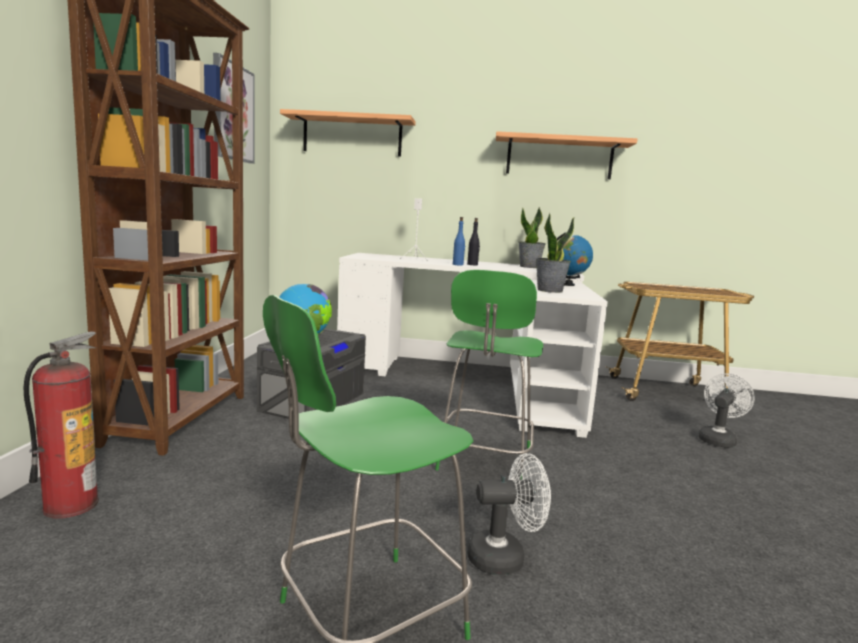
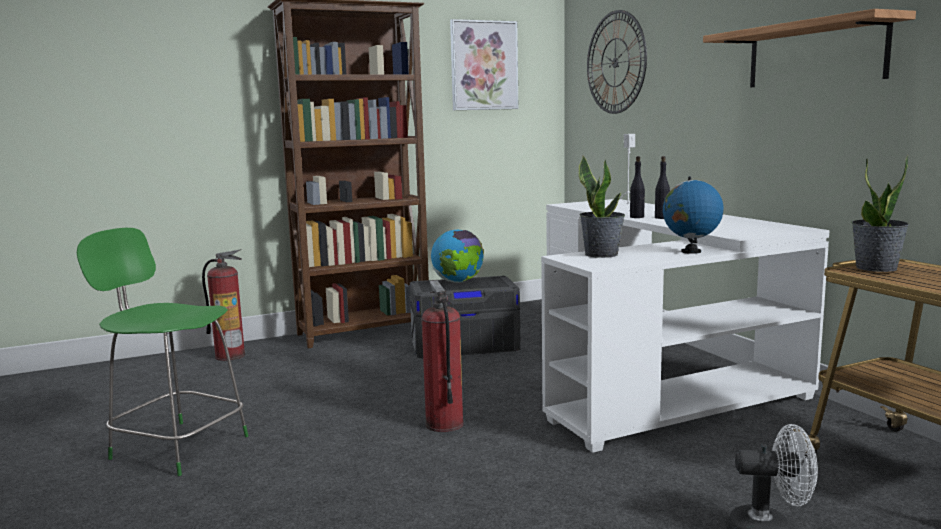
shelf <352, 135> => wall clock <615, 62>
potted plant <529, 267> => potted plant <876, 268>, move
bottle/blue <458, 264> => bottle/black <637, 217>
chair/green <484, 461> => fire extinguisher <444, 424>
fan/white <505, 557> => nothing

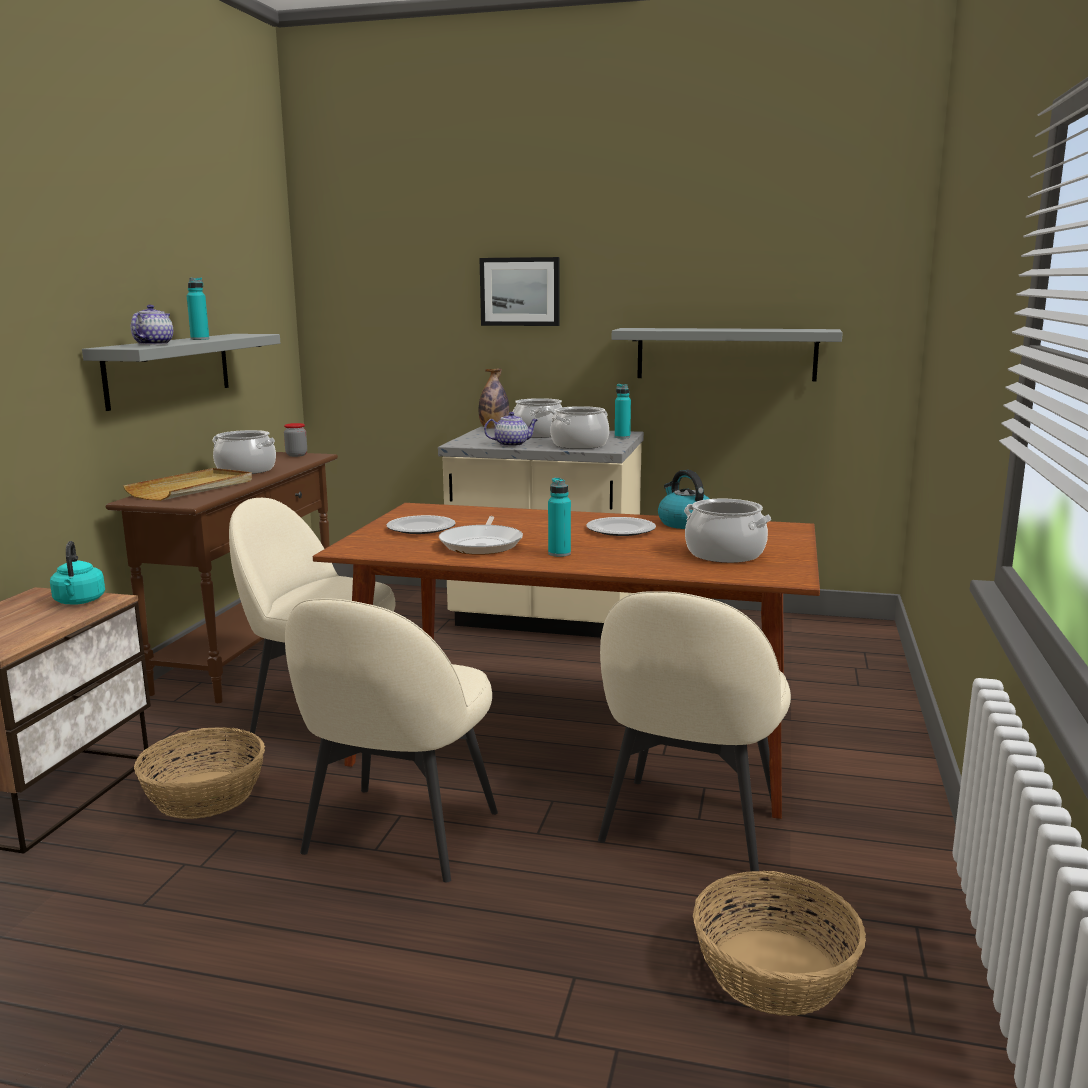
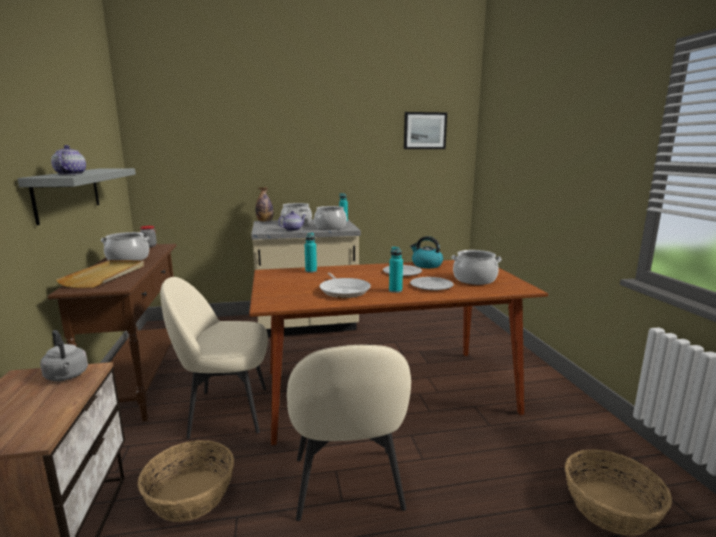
picture <520, 291> => picture <424, 131>, move
bottle/turquoise <200, 339> => bottle/turquoise <311, 271>, move
shelf/grey <726, 354> => nothing
plate <421, 528> => plate <432, 285>, move
kettle/turquoise <79, 602> => kettle/grey <67, 376>
chair/beige <689, 827> => nothing

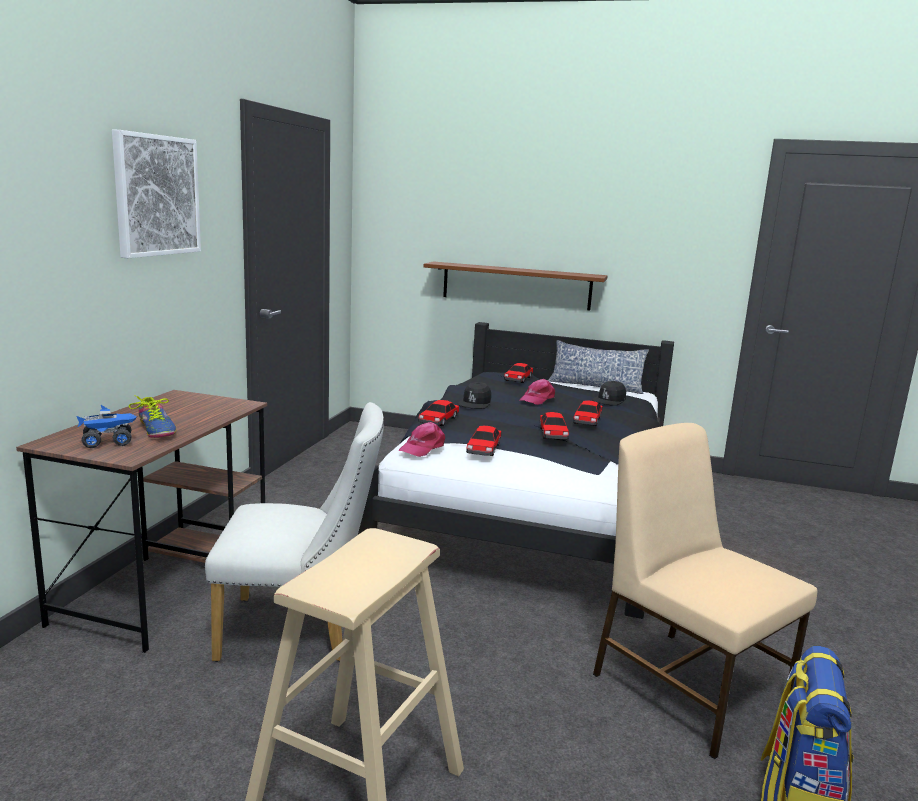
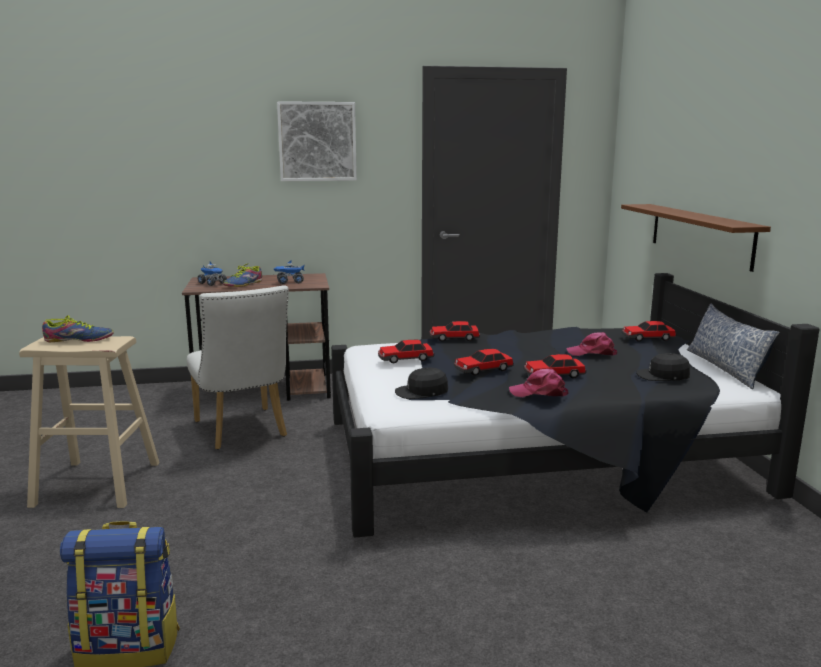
cap/black <475, 403> => cap/black <422, 392>, move
cap/pink <423, 448> => cap/pink <539, 393>, move
chair/beige <687, 686> => nothing
nothing => toy truck <289, 282>
nothing => shoe <79, 339>

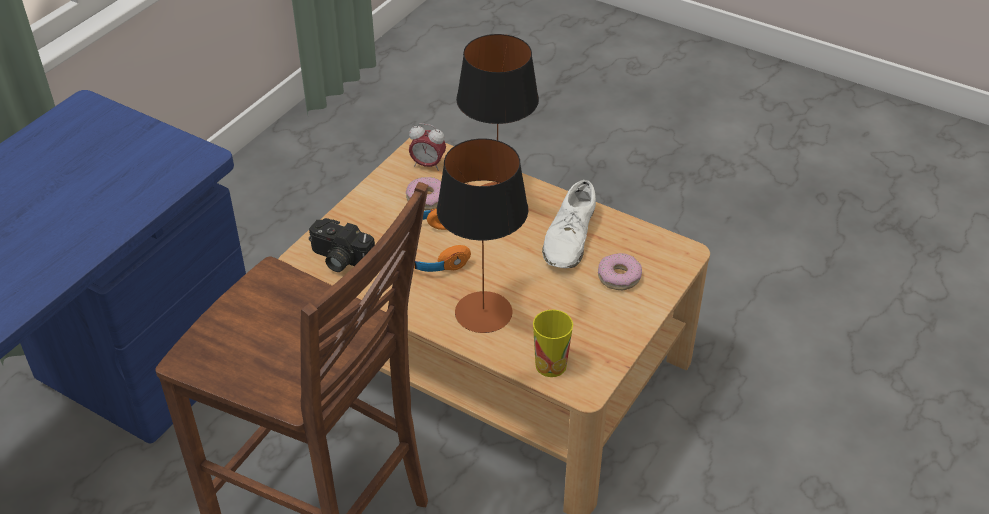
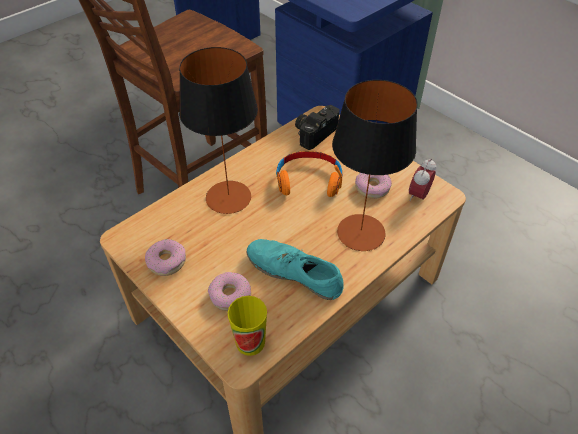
shoe/white <570, 237> => shoe/turquoise <294, 272>
cup <551, 365> => cup <250, 342>, move
nothing => donut <167, 261>

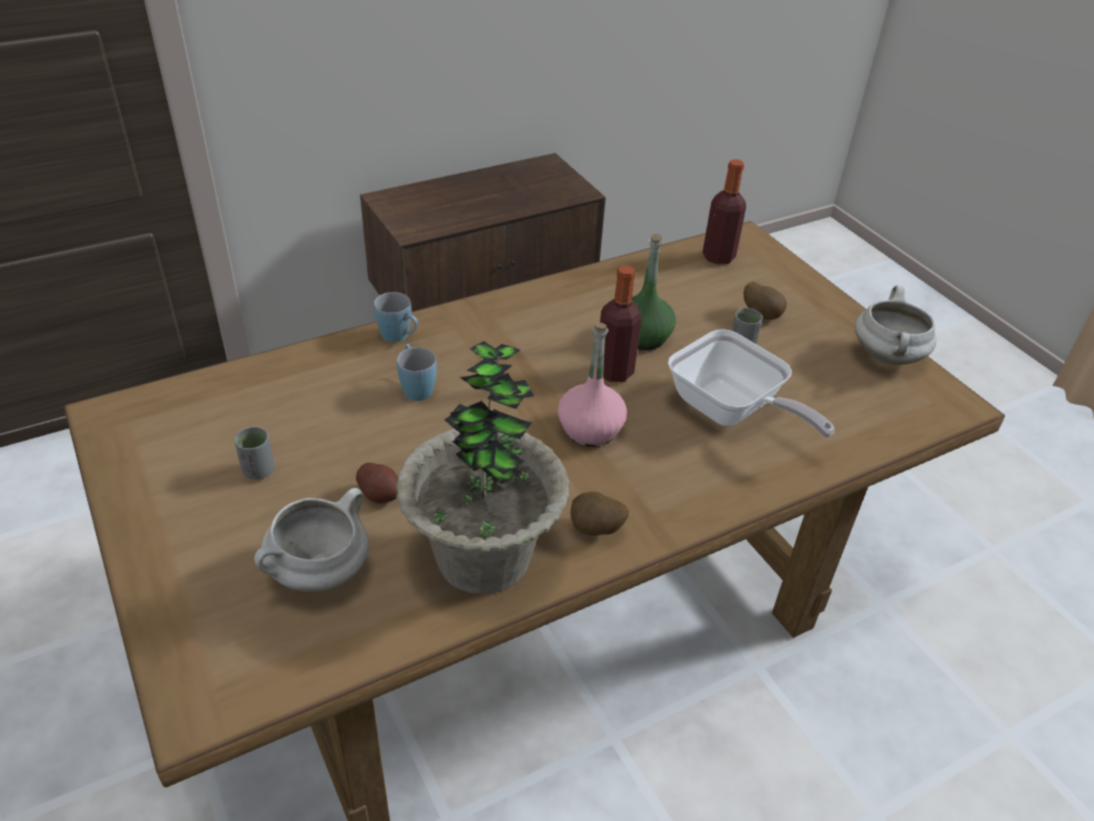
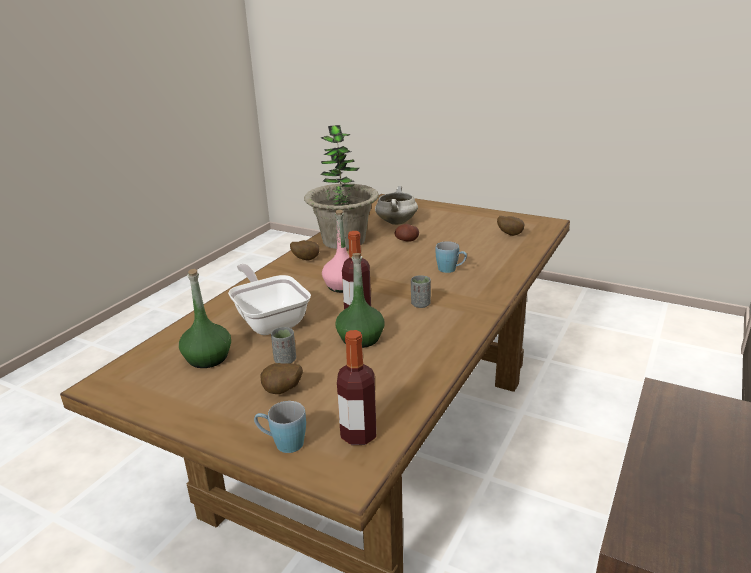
cooking pot/white <888, 357> => nothing
mug/blue <400, 337> => mug/blue <282, 443>, move
frying pan <731, 412> => frying pan <270, 320>, 45 degrees clockwise
cup/grey <258, 471> => cup/grey <420, 304>, move
nothing => potato <510, 234>
nothing => bottle/green <208, 358>

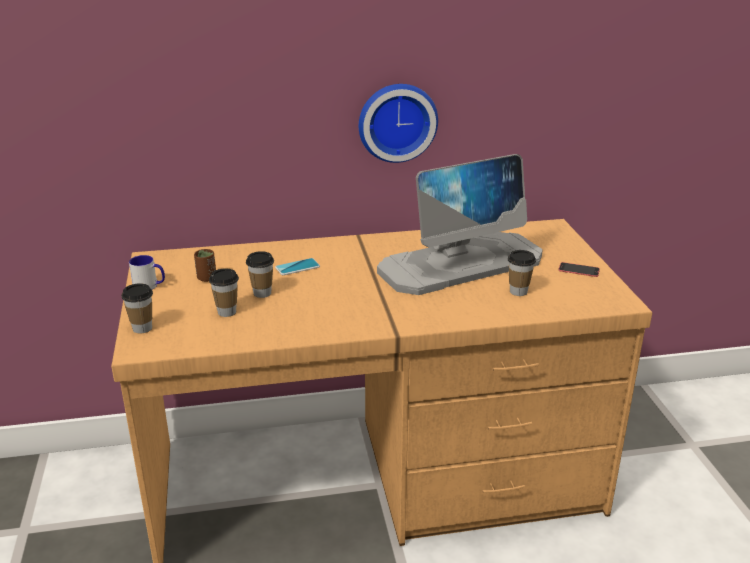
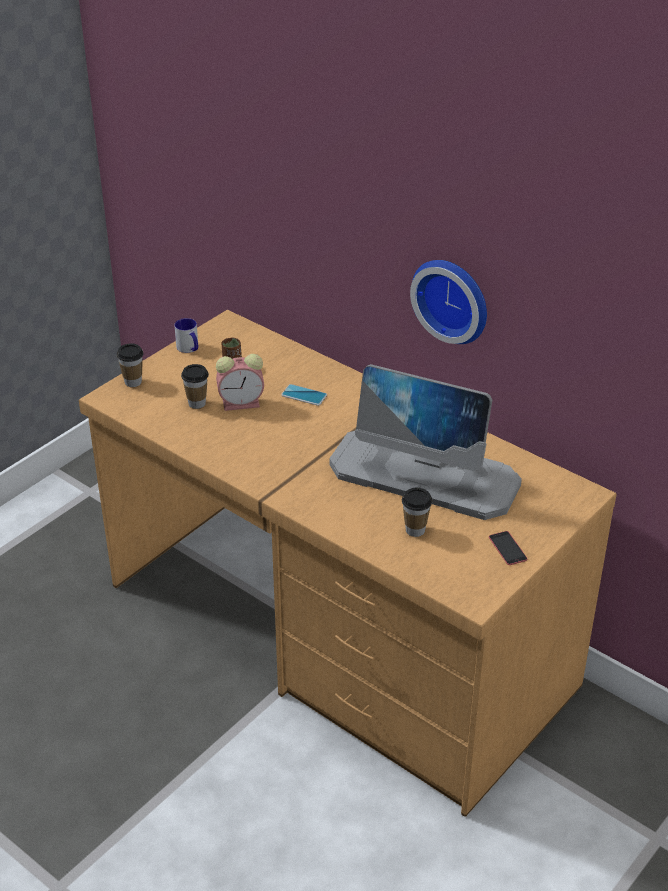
cup <262, 293> => alarm clock <242, 403>

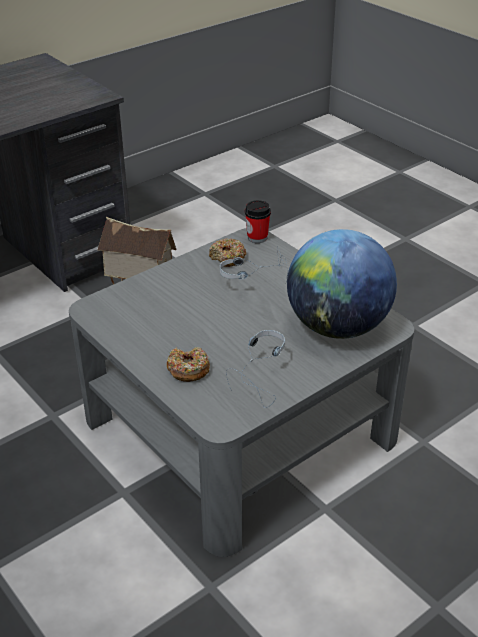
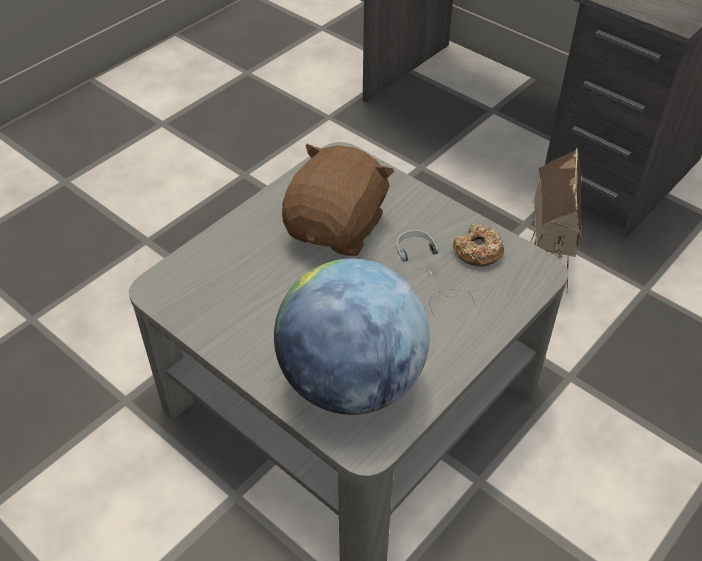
cup <257, 237> => nothing
headphones <268, 378> => nothing
donut <188, 370> => nothing
nothing => plush toy/brown <337, 228>

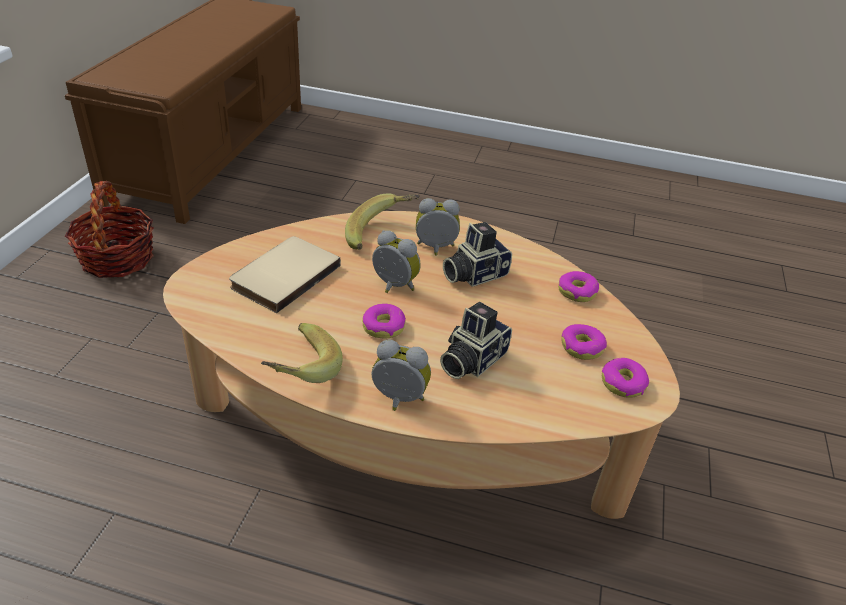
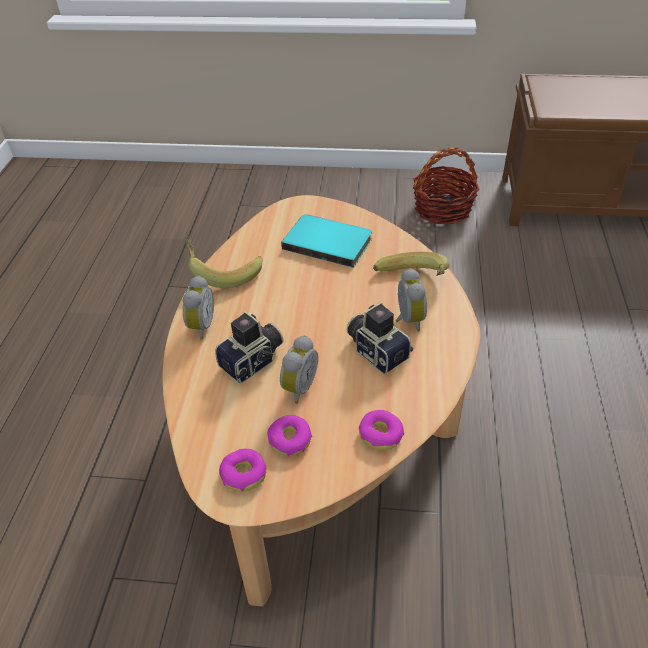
alarm clock <393, 287> => alarm clock <298, 387>, move
book/beige <283, 275> => book/turquoise <328, 242>
photo camera <471, 360> => photo camera <253, 362>, 105 degrees clockwise
donut <383, 326> => nothing

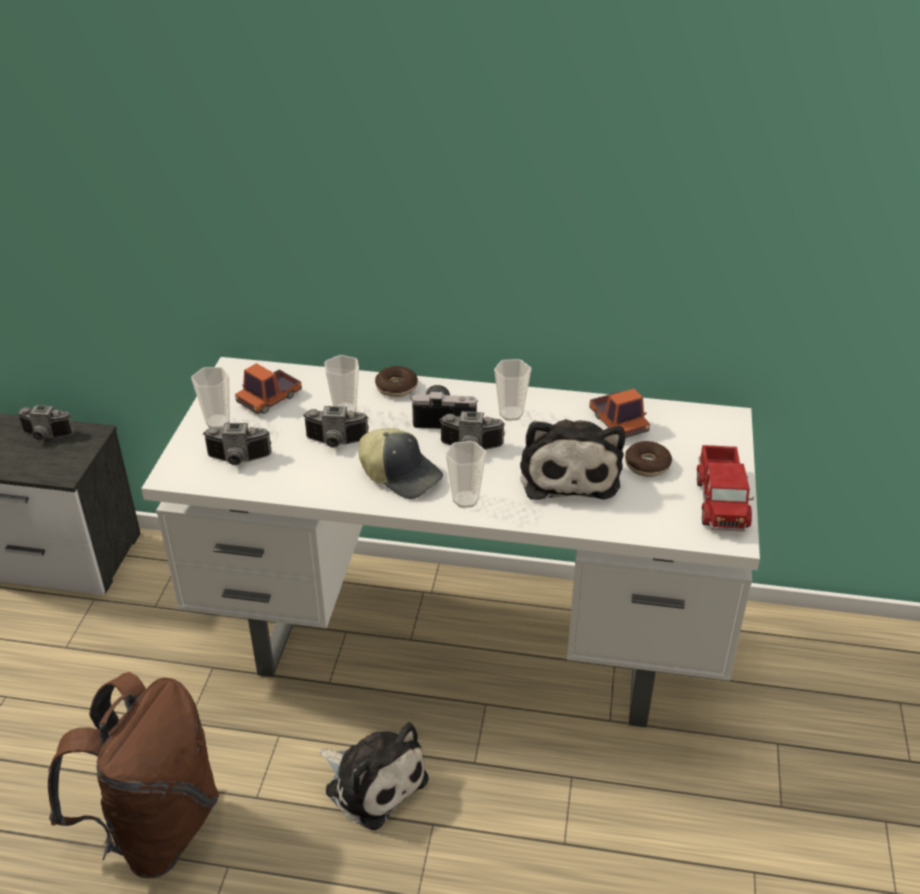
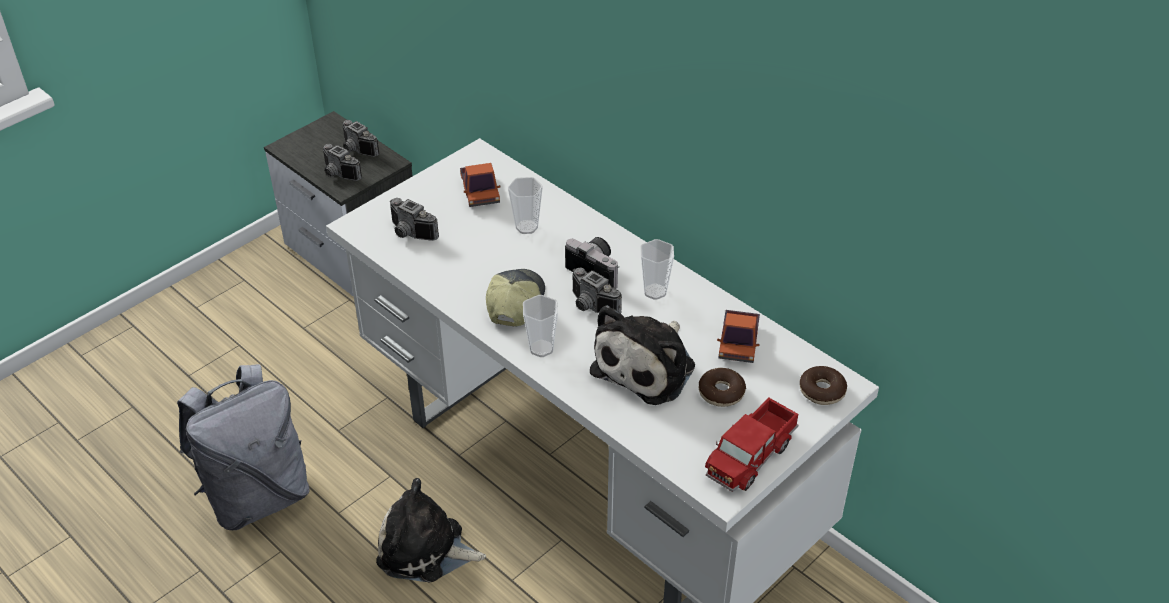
toy truck <269, 399> => toy truck <480, 191>, 90 degrees counterclockwise
donut <396, 387> => donut <822, 391>, move
cup <217, 422> => nothing
photo camera <335, 443> => photo camera <338, 174>, move
cap <401, 474> => cap <514, 303>, 150 degrees counterclockwise
backpack/brown <155, 828> => backpack/grey <257, 496>
plush toy <373, 781> => plush toy <425, 550>, 120 degrees clockwise

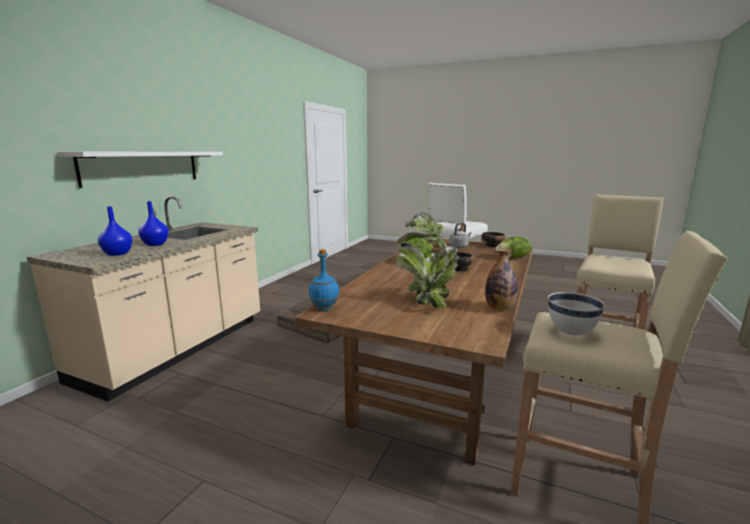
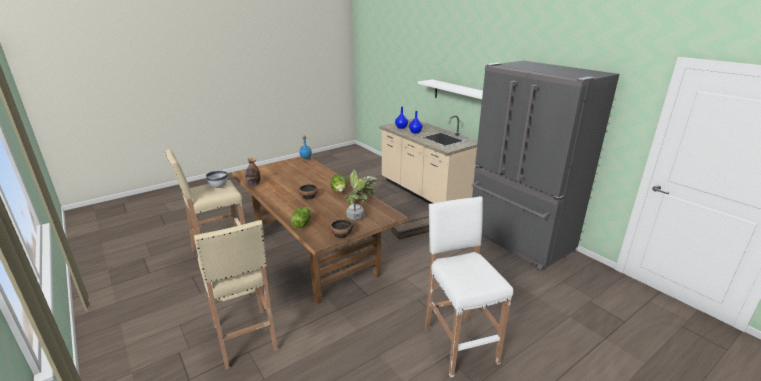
potted plant <429, 301> => nothing
nothing => fridge/grey <518, 241>

